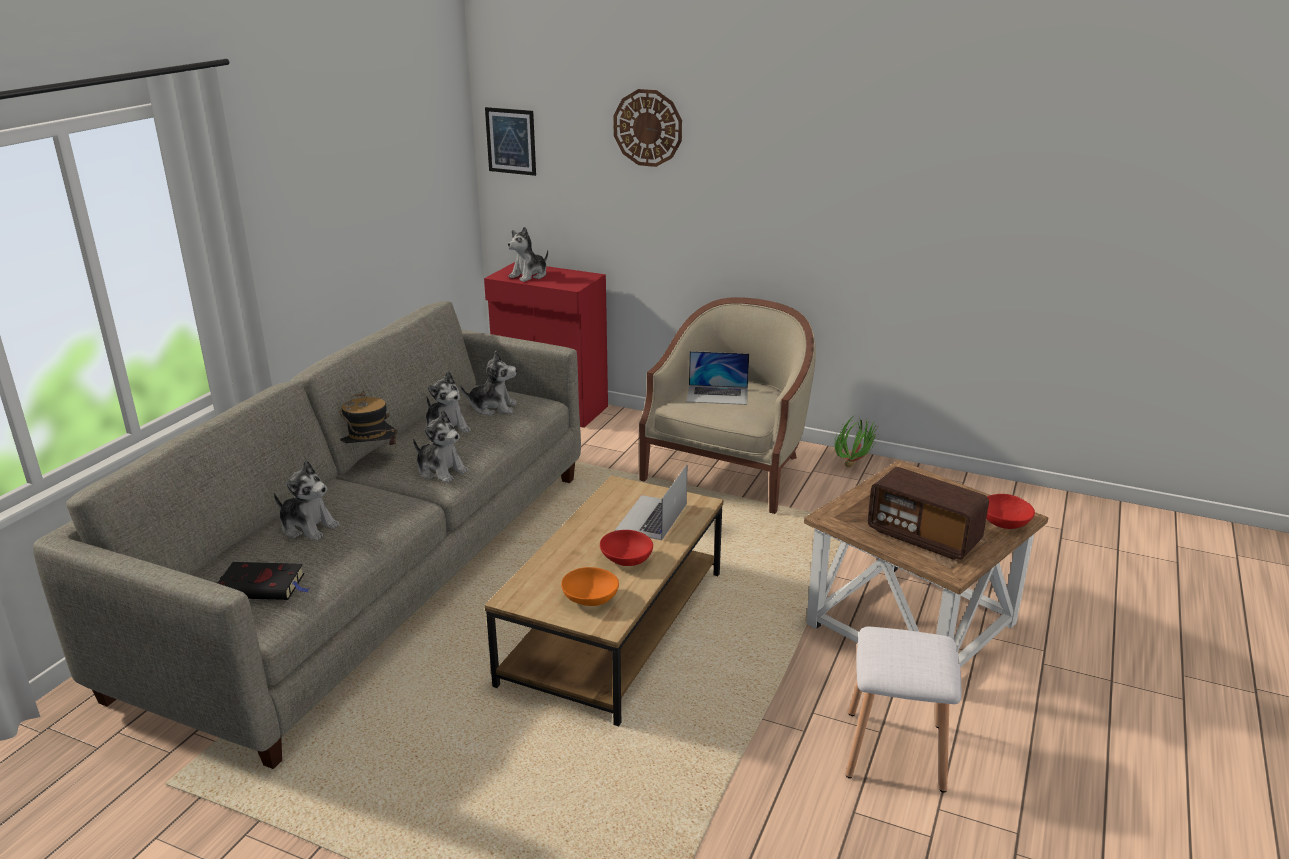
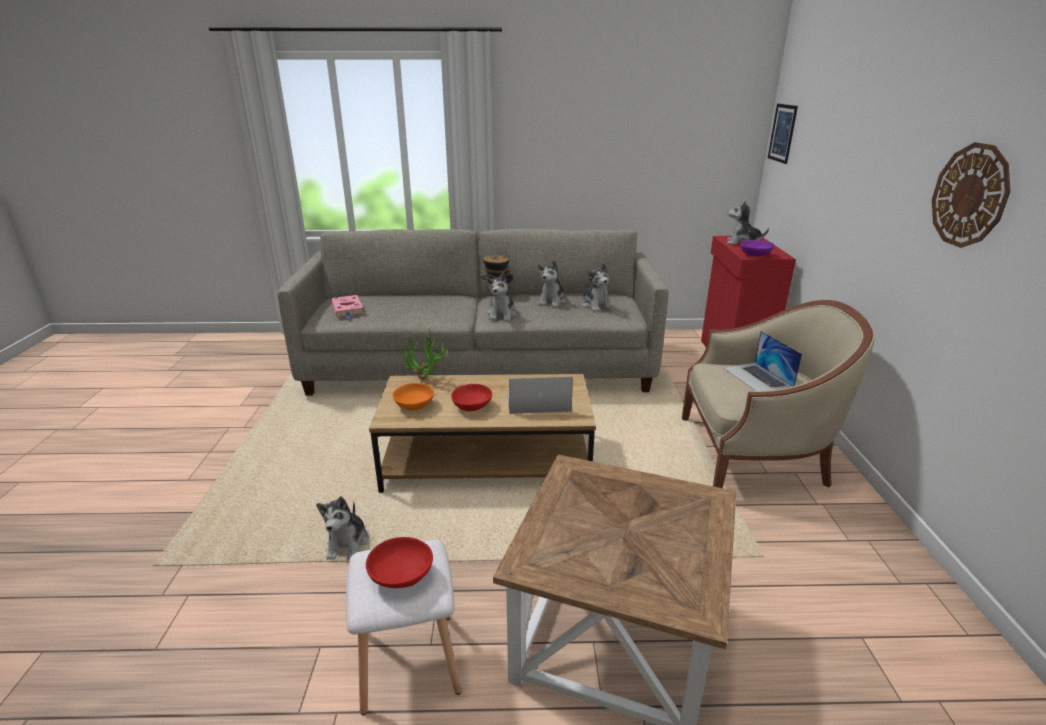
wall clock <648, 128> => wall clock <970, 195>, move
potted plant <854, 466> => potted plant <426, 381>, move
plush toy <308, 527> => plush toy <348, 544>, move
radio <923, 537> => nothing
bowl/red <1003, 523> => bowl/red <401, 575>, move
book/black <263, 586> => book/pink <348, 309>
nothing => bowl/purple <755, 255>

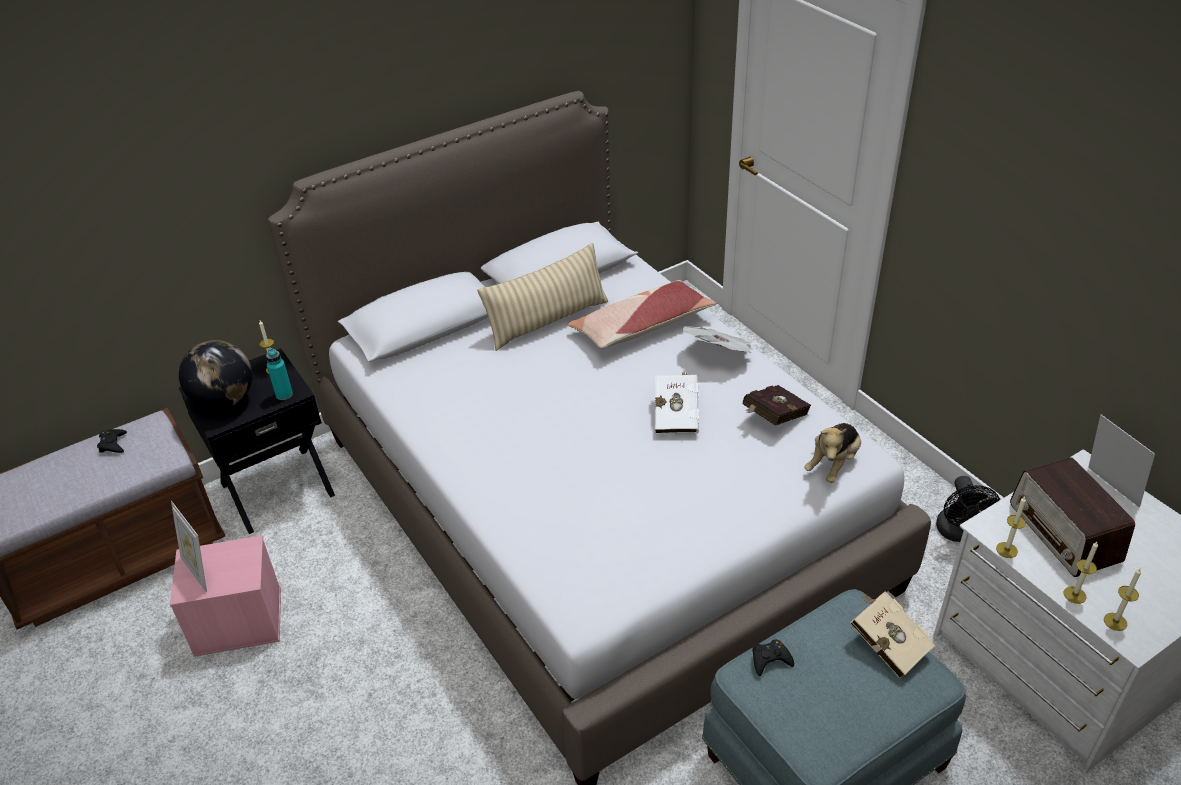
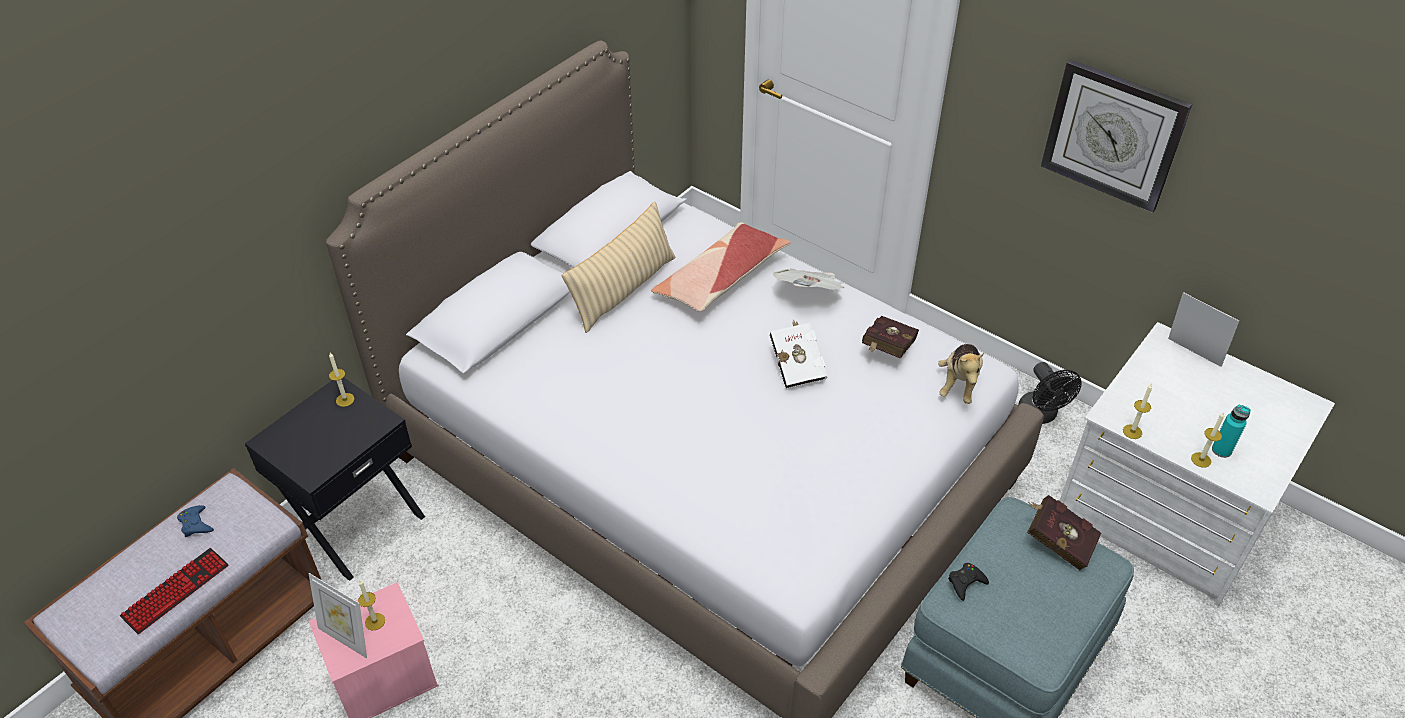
globe <224, 401> => nothing
bottle/turquoise <284, 394> => bottle/turquoise <1221, 450>, move
game controller/black <113, 444> => game controller/blue <196, 524>
radio <1064, 533> => nothing
candle <1115, 621> => candle <375, 621>, move
book/beige <887, 643> => book/red <1057, 541>
nothing => wall clock <1113, 135>
nothing => keyboard <176, 591>

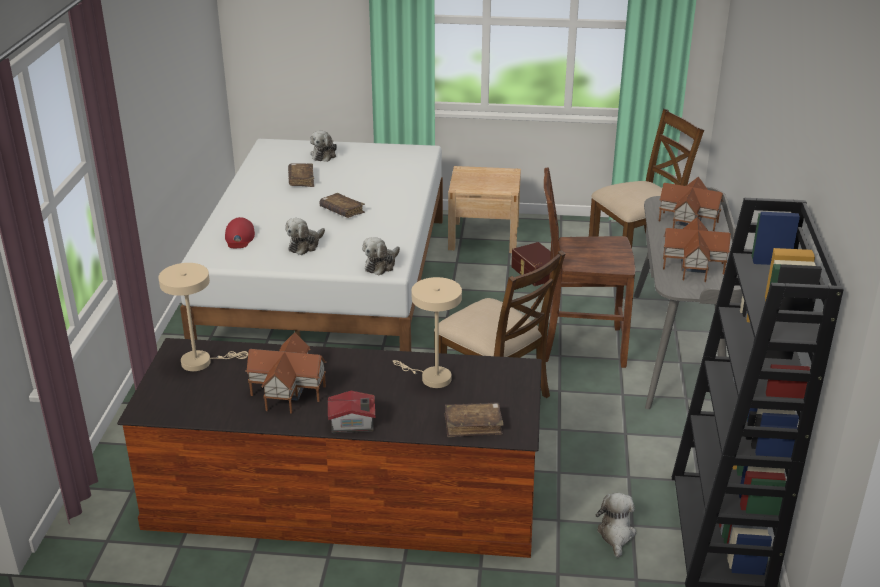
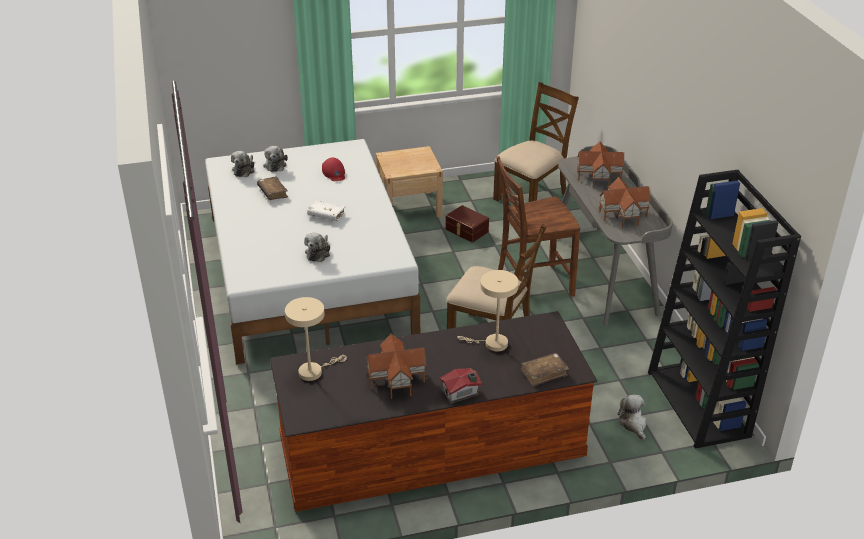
book/brown <342, 211> => book/white <326, 215>
cap/red <239, 238> => cap/red <334, 173>, move
plush toy <381, 265> => plush toy <244, 170>, move

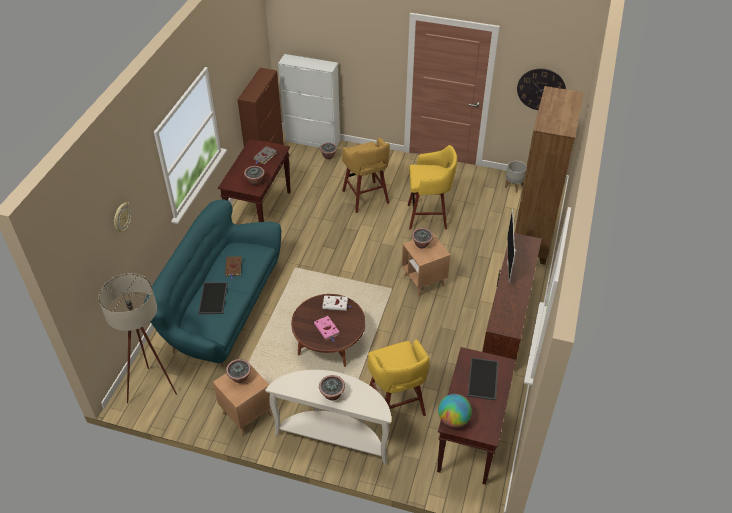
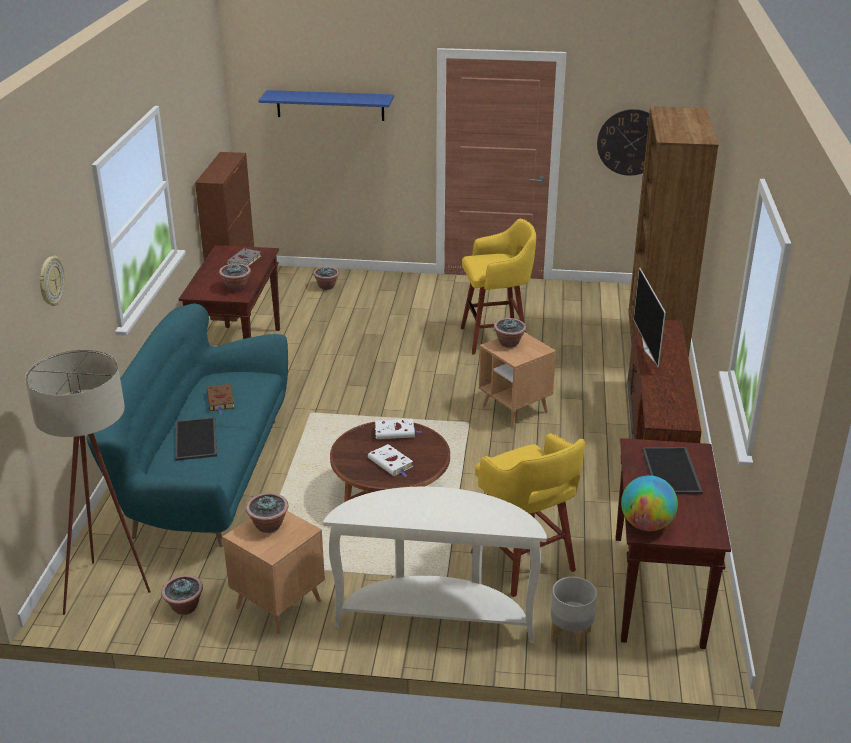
cabinet/white <312, 141> => nothing
stool/yellow <366, 198> => nothing
planter/grey <513, 186> => planter/grey <570, 636>, move
book/pink <327, 330> => book/white <391, 463>
potted plant <332, 395> => potted plant <184, 607>, move
nothing => shelf/blue <330, 105>

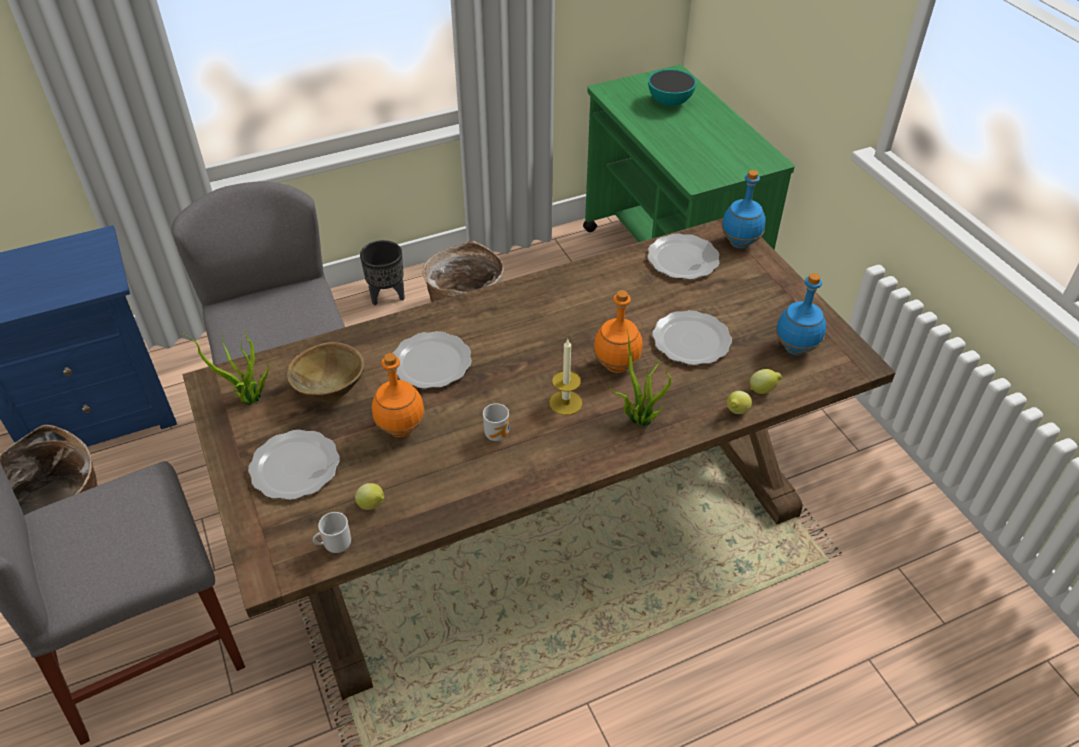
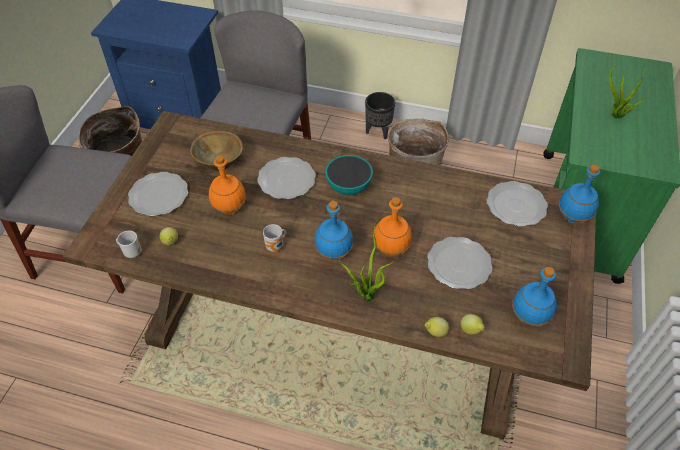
bowl <669, 102> => bowl <348, 187>, move
potted plant <250, 401> => potted plant <615, 116>, move
candle <565, 403> => bottle/blue <334, 253>

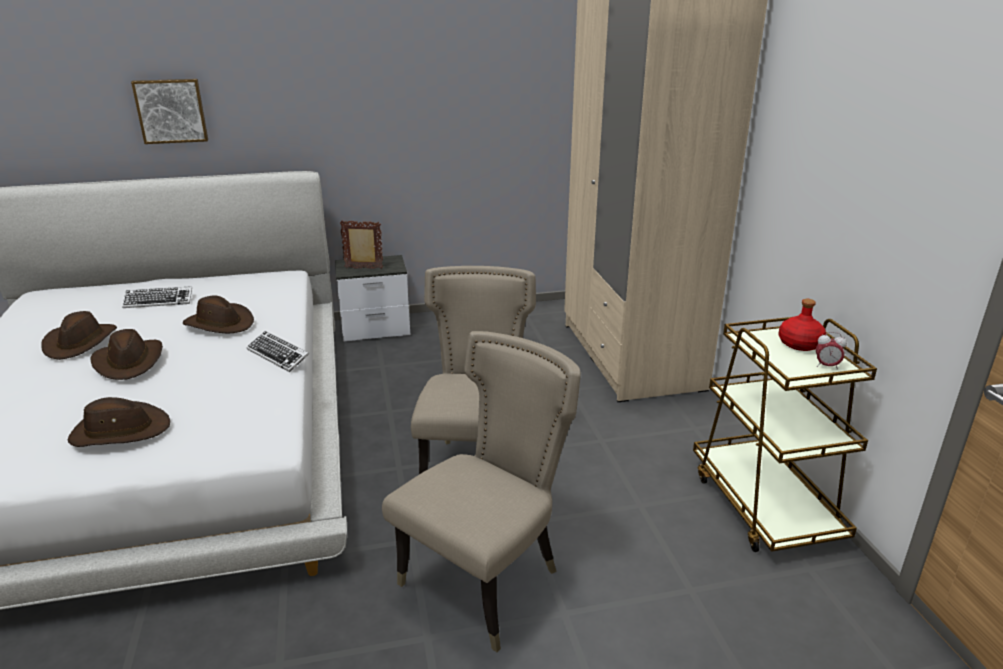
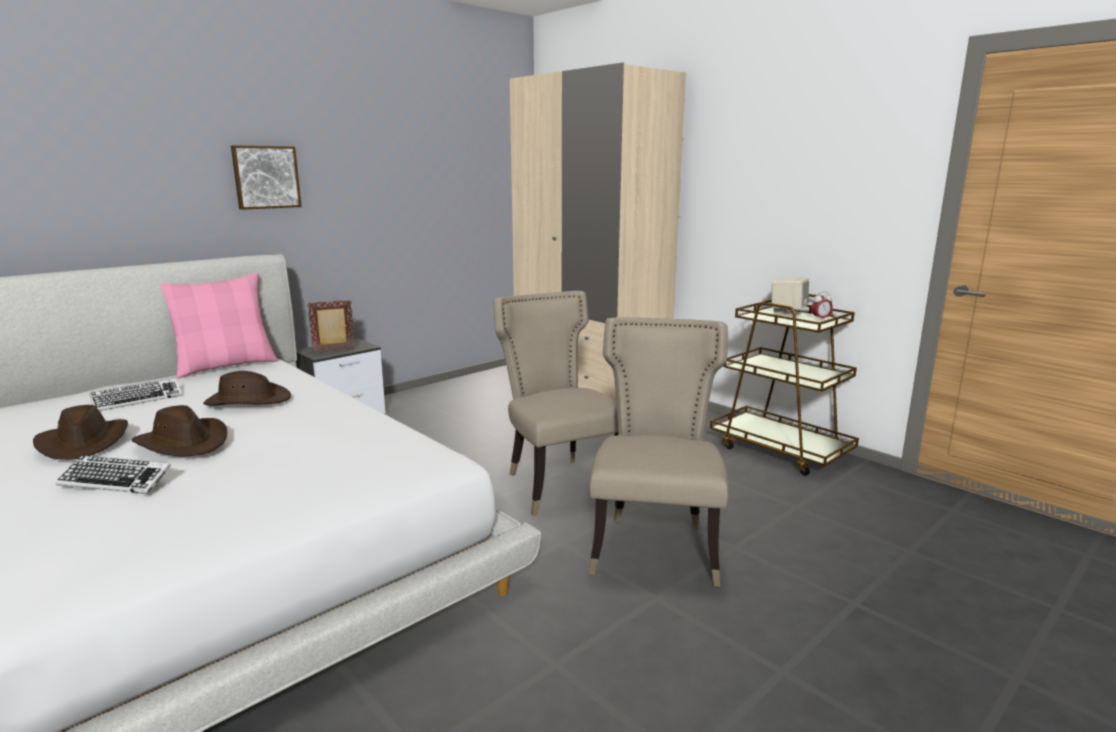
picture <171, 111> => picture <266, 177>, move
bottle/red <800, 344> => speaker/beige <787, 313>
keyboard <278, 355> => keyboard <115, 481>, move
hat/brown <120, 431> => nothing
nothing => pillow/pink <225, 366>

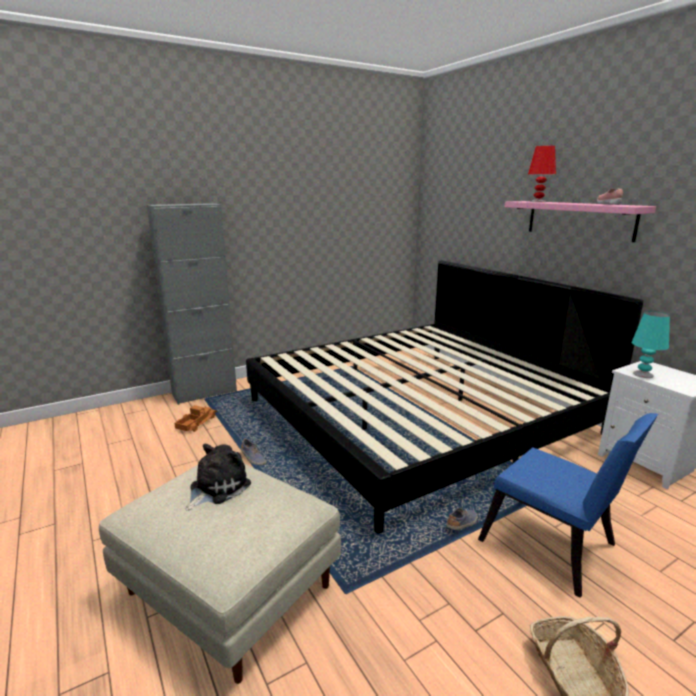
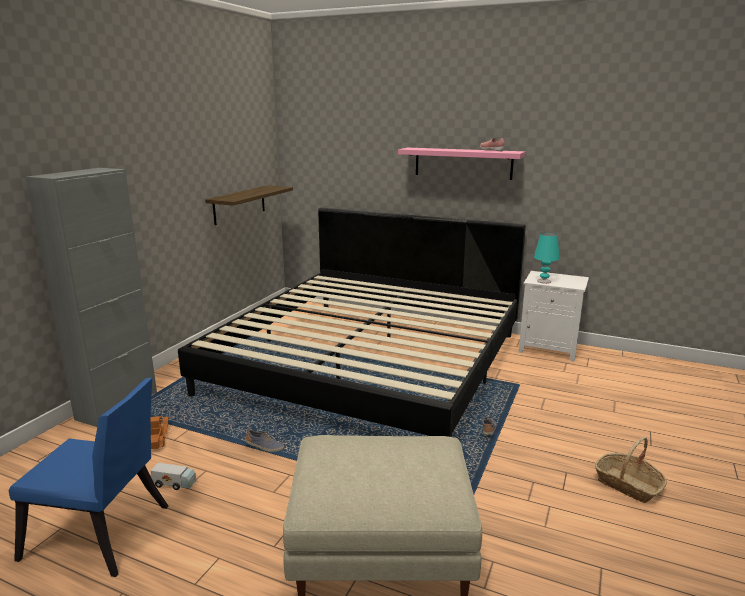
table lamp/red <538, 202> => nothing
chair/blue <553, 548> => chair/blue <103, 535>, move
plush toy <217, 487> => nothing
nothing => shelf <239, 204>
nothing => toy truck <175, 484>

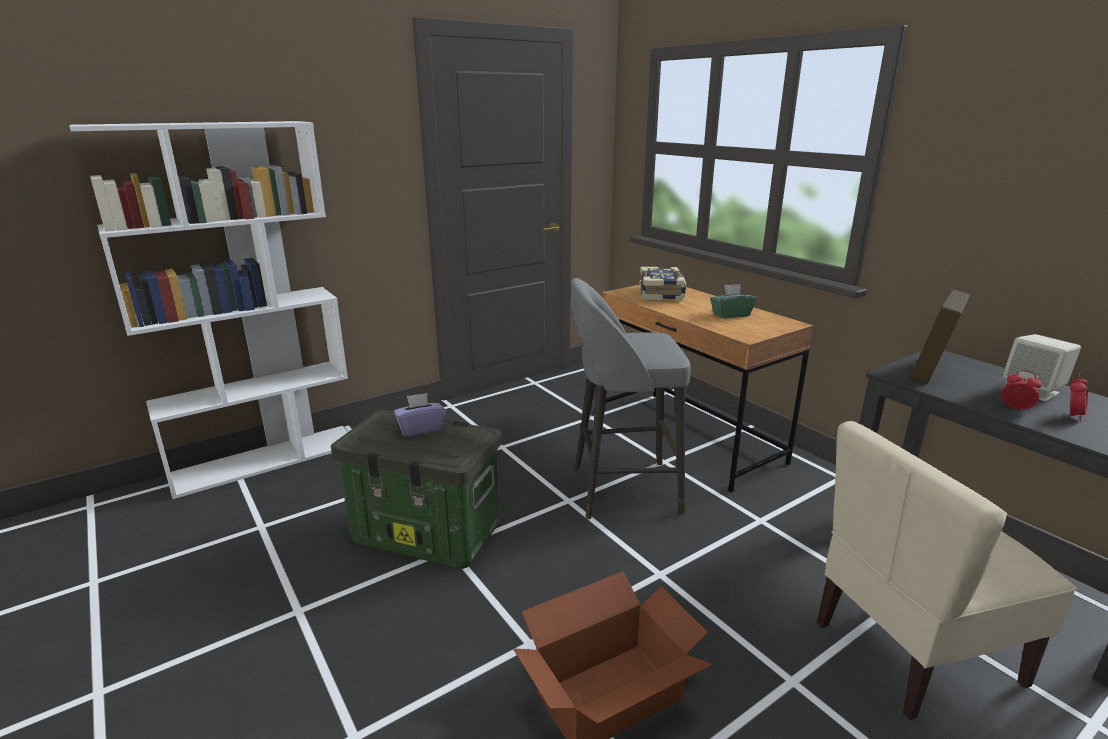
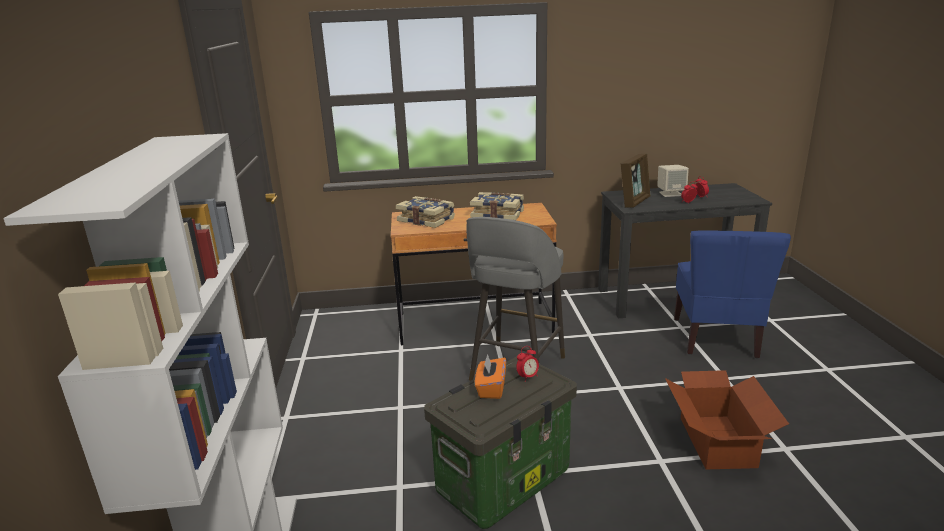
tissue box/green <730, 314> => book <497, 214>
picture frame <931, 372> => picture frame <634, 202>, 120 degrees counterclockwise
tissue box/purple <420, 429> => tissue box/orange <491, 388>
chair/beige <913, 651> => chair/blue <716, 338>
nothing => alarm clock <527, 377>

